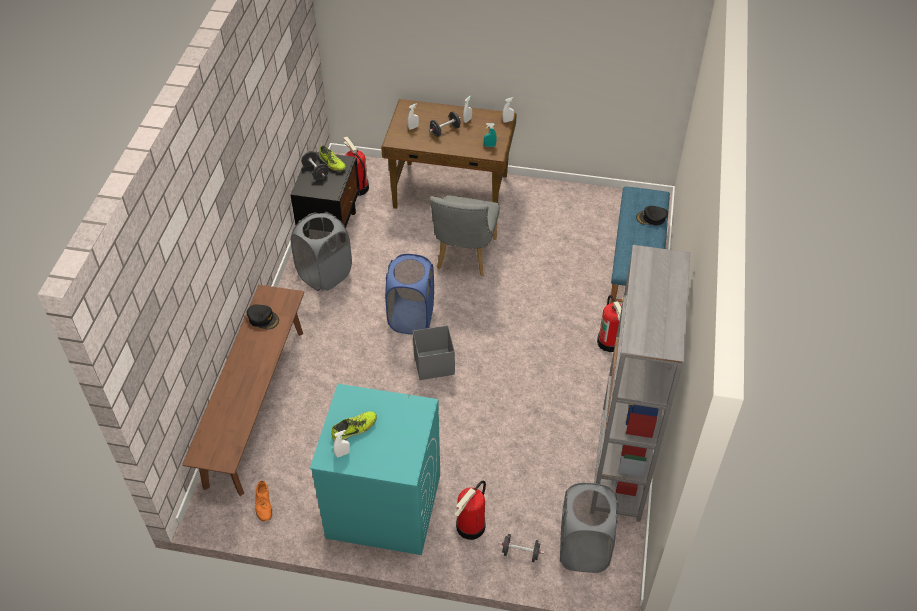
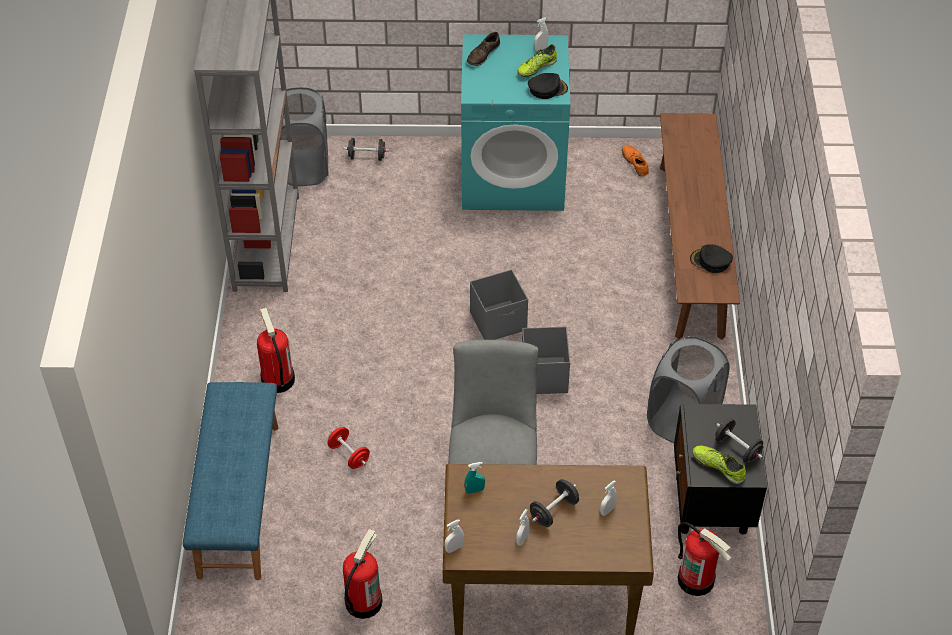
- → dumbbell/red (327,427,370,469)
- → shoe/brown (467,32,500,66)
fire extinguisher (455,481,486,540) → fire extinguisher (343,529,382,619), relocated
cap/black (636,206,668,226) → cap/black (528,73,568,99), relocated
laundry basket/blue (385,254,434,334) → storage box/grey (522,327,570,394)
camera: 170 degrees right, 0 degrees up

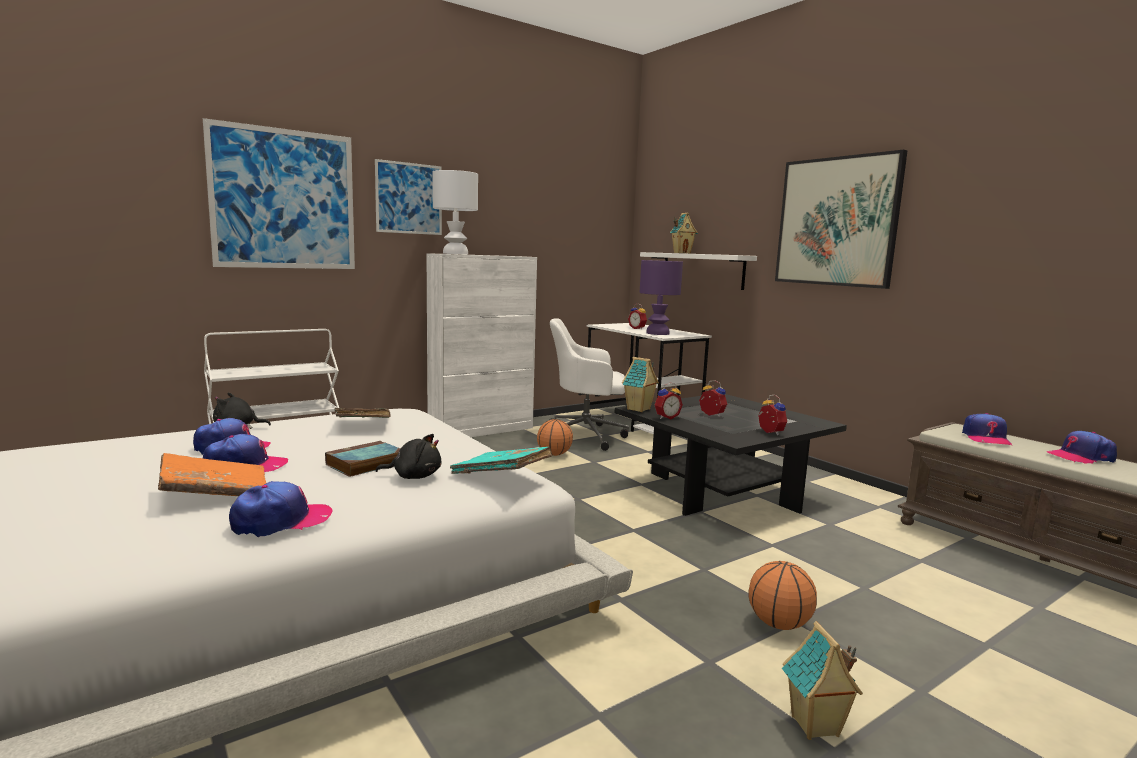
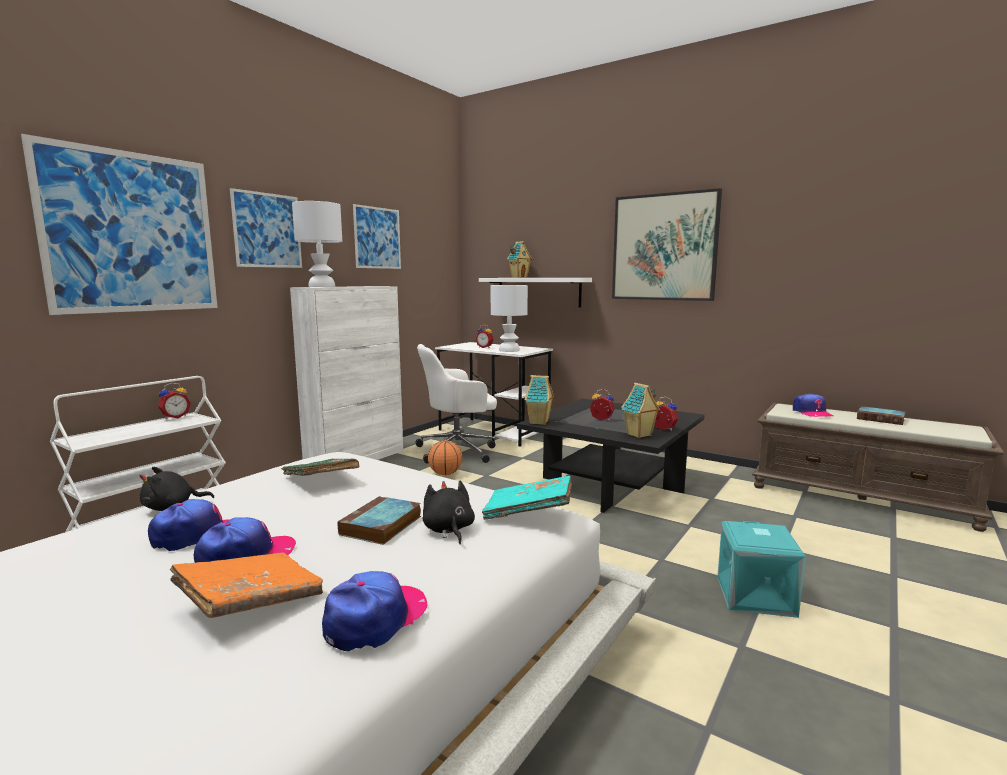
- → picture (353,204,401,269)
alarm clock (655,382,683,419) → alarm clock (158,383,191,419), relocated
toy house (782,621,863,740) → toy house (621,383,661,438), relocated
basketball (748,561,817,630) → storage box/turquoise (717,521,806,618)
cap (1046,431,1117,464) → book (857,406,906,425)
table lamp/purple (640,260,683,335) → table lamp/white (491,285,528,352)
plush toy/black (375,434,441,479) → plush toy/black (423,480,475,544), 90 degrees counterclockwise
camera: 20 degrees left, 0 degrees up

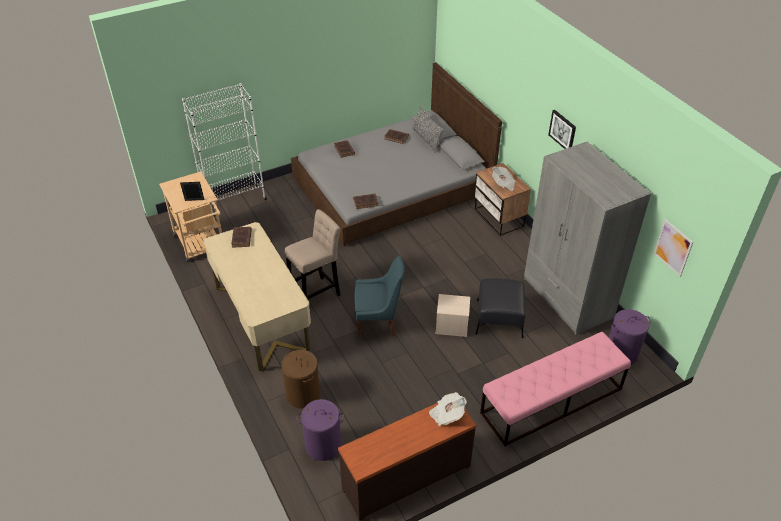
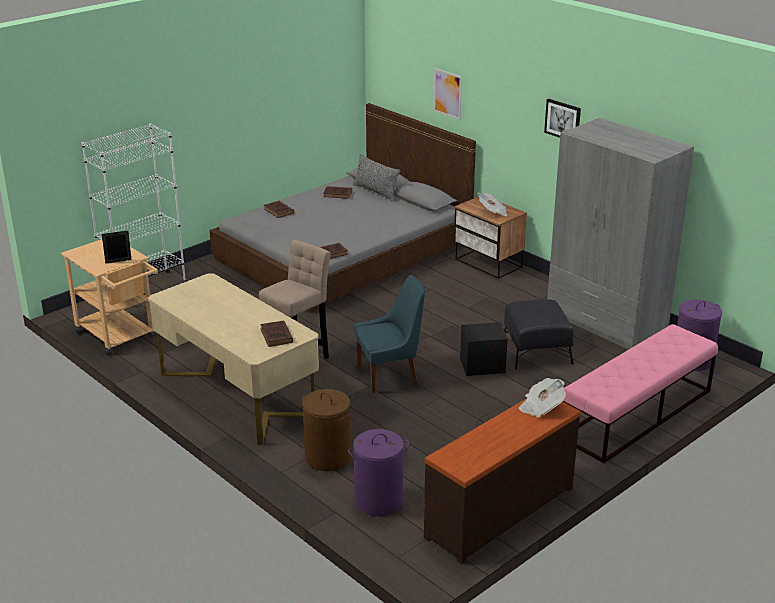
book/brown (231,227,252,247) → book/brown (260,320,293,347), relocated
picture (654,219,693,277) → picture (433,68,462,120), relocated
storage box/beige (436,294,470,337) → storage box/black (460,322,508,376)
camera: 15 degrees left, 15 degrees down

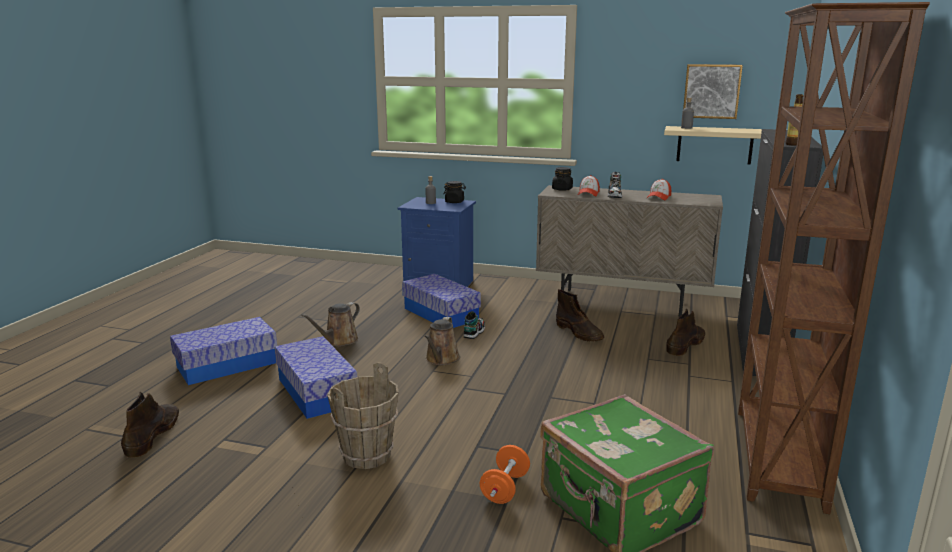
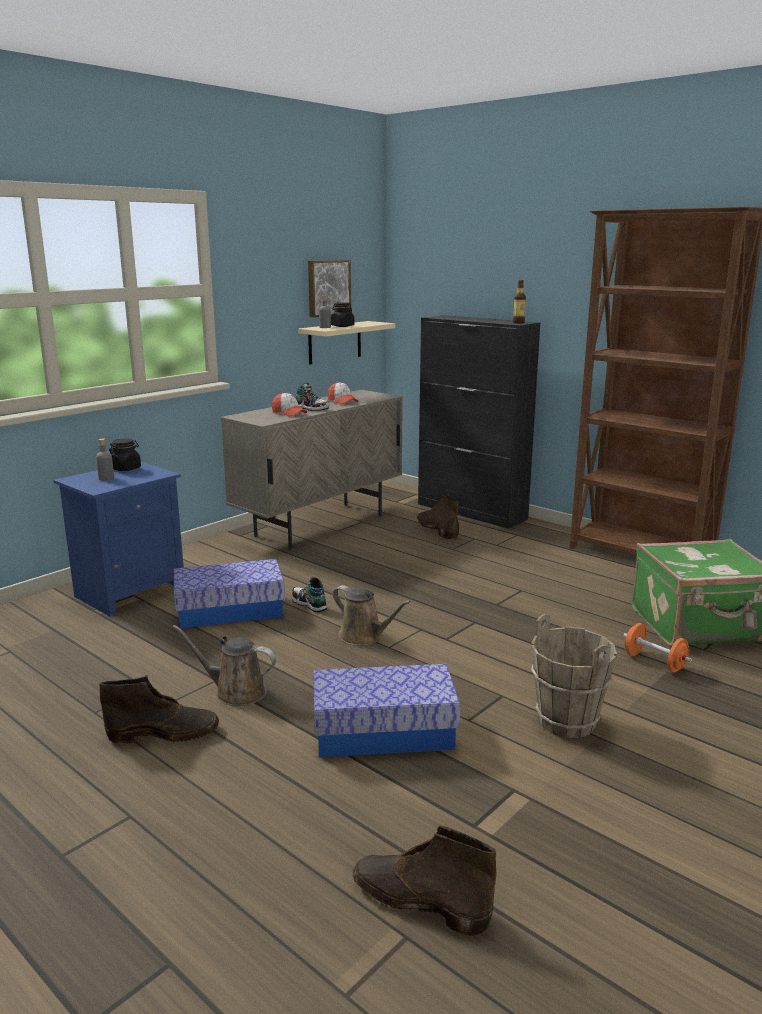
storage box (170,317,277,385) → -
jar/black (552,167,573,191) → jar/black (331,302,354,327), relocated
boot/brown (556,289,604,342) → boot/brown (99,675,219,744), relocated
watering can/brown (301,302,360,347) → watering can/brown (172,625,276,706), 135 degrees clockwise
camera: 65 degrees left, 0 degrees up

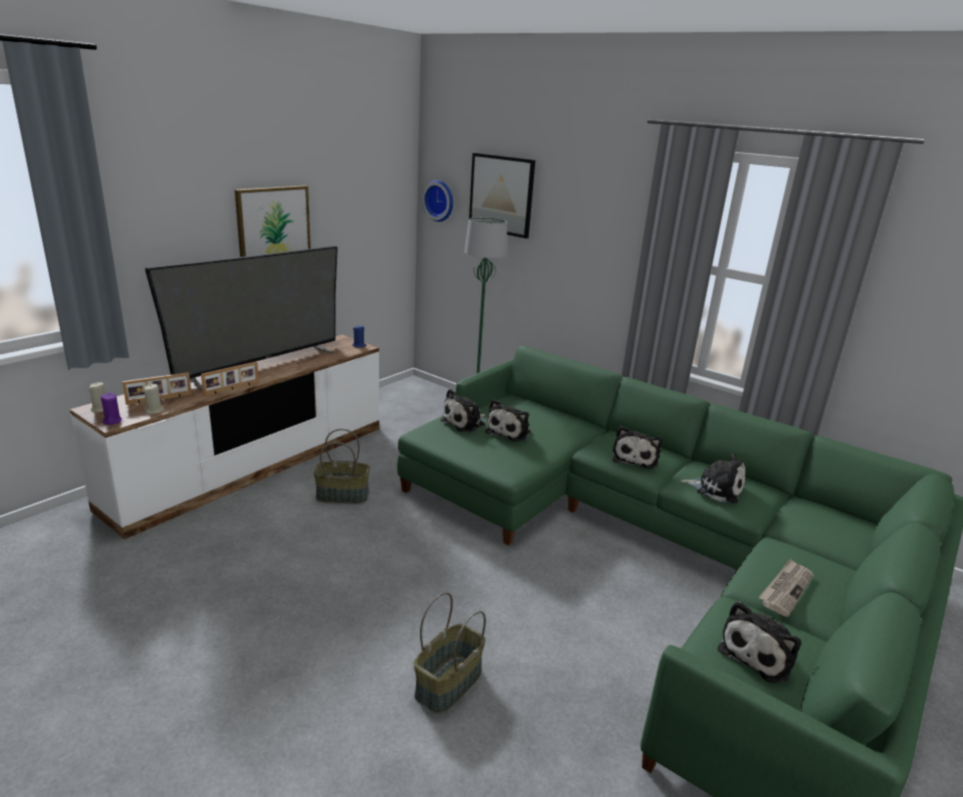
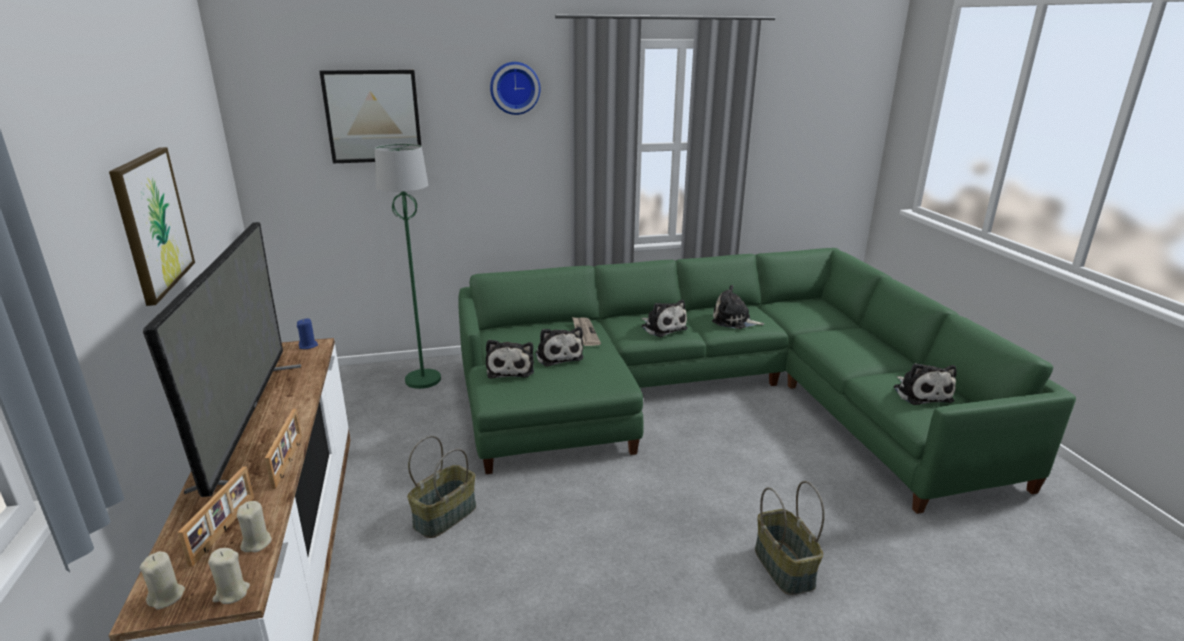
wall clock (422,180,453,222) → wall clock (490,62,540,115), relocated
newspaper (758,559,814,617) → newspaper (572,317,601,346), relocated
candle/purple (101,393,122,425) → candle/beige (208,548,250,604)
plush toy (680,453,745,504) → plush toy (712,285,764,329), 135 degrees counterclockwise
camera: 50 degrees left, 0 degrees up

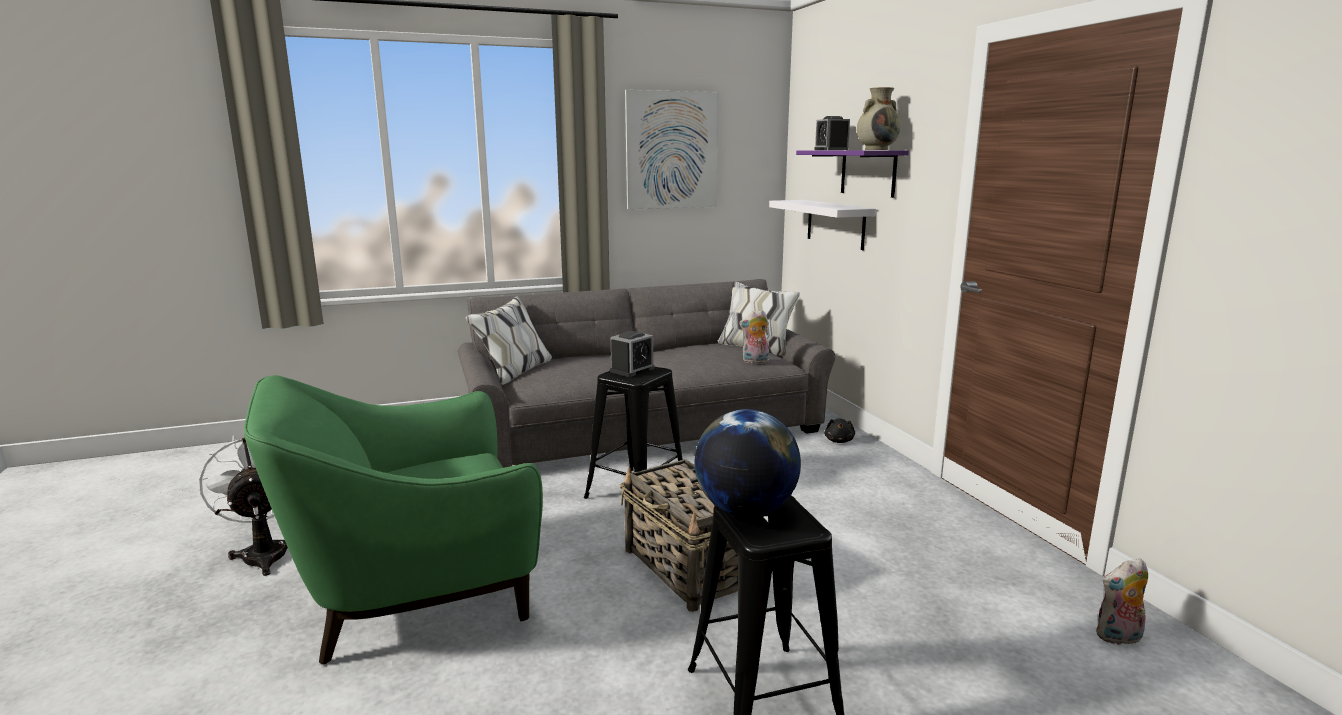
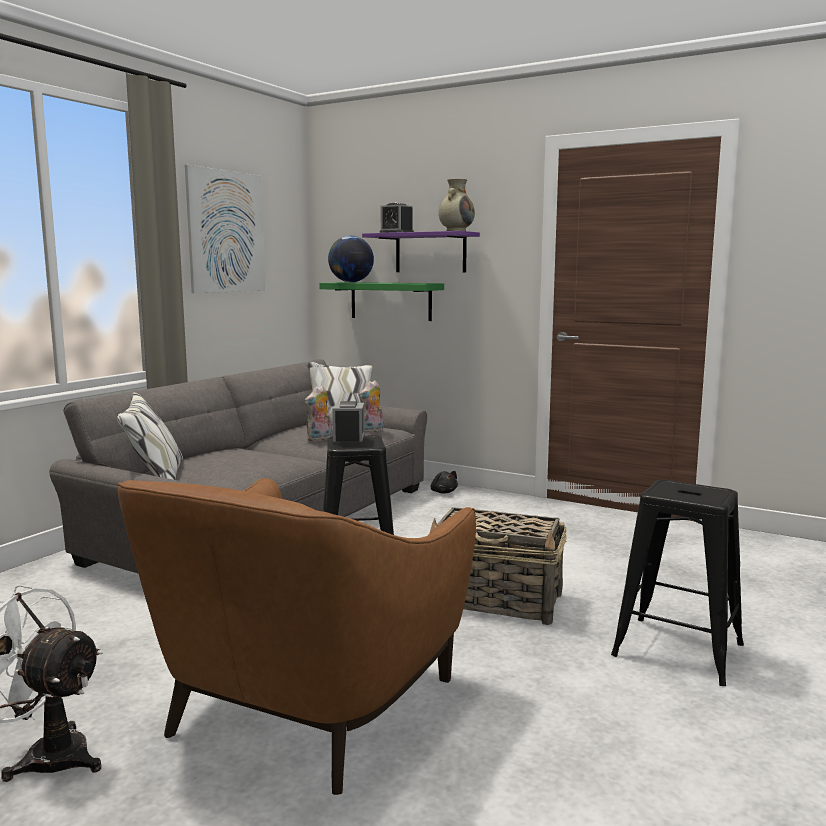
globe (695,409,801,517) → globe (328,236,374,282), relocated
plush toy (1096,558,1148,646) → plush toy (305,385,332,441), relocated
armchair/green (244,375,543,665) → armchair/brown (118,478,476,795)
shelf/white (769,200,876,250) → shelf/green (319,282,444,321)
camera: 40 degrees left, 5 degrees down

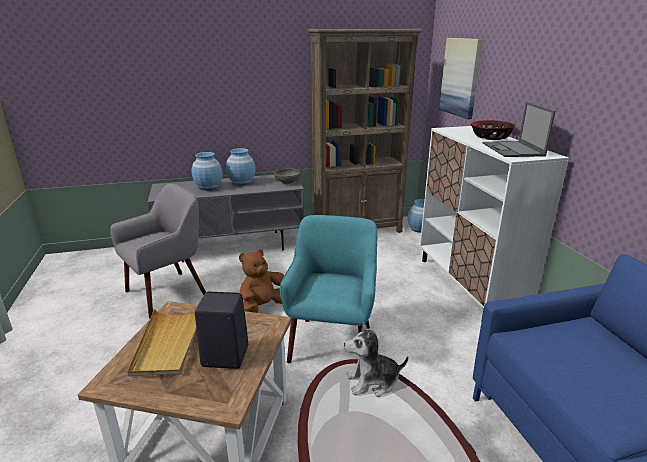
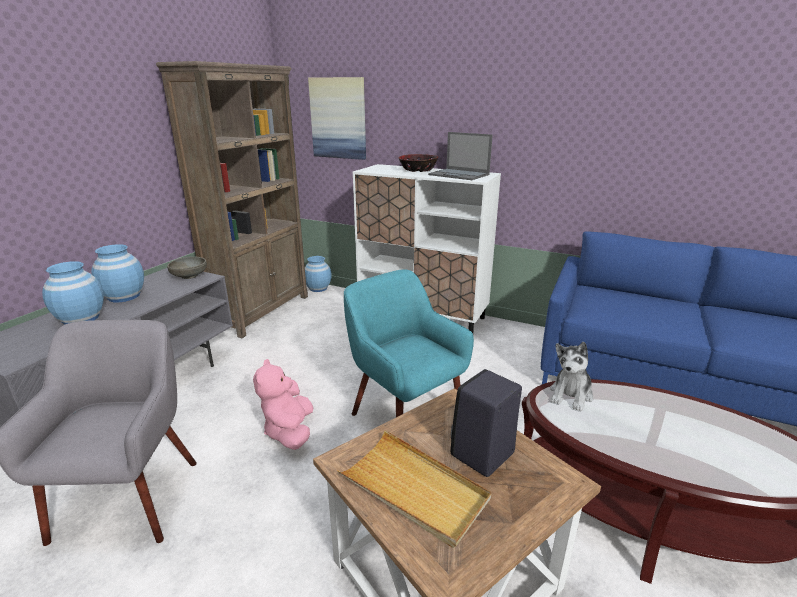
plush toy/brown (239,249,284,313) → plush toy/pink (253,359,313,450)
camera: 50 degrees left, 0 degrees up

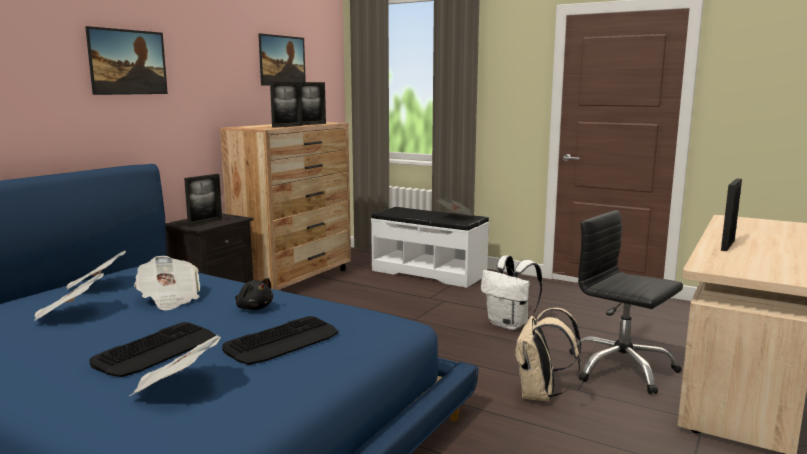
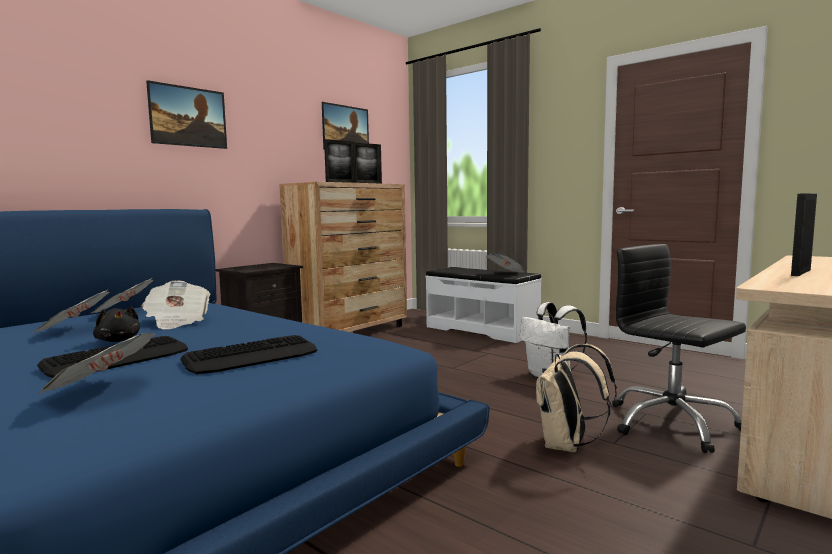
picture frame (184,174,222,227) → -
plush toy/black (235,278,273,310) → plush toy/black (93,306,140,342), relocated
camera: 10 degrees right, 5 degrees down

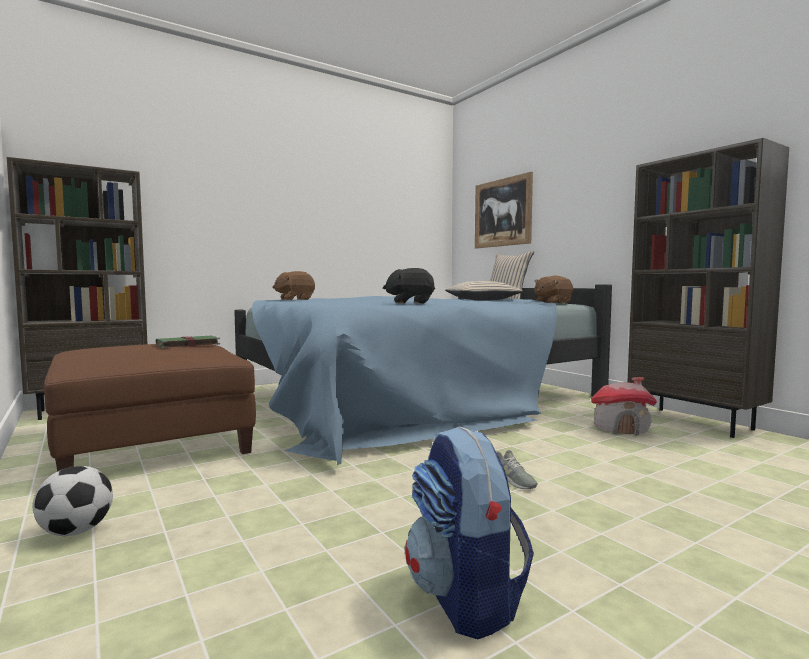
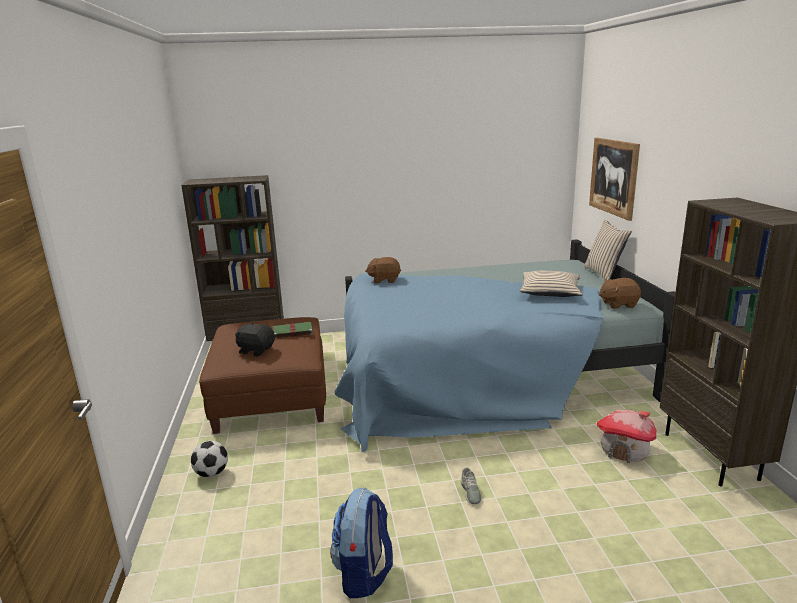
plush toy/black (383,268,435,304) → plush toy/black (235,323,275,356), relocated
camera: 25 degrees right, 15 degrees up

